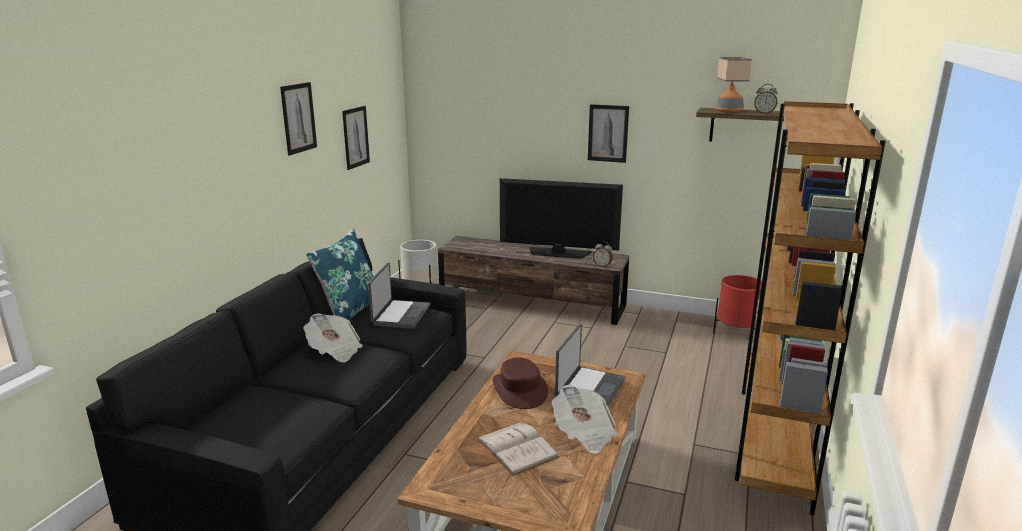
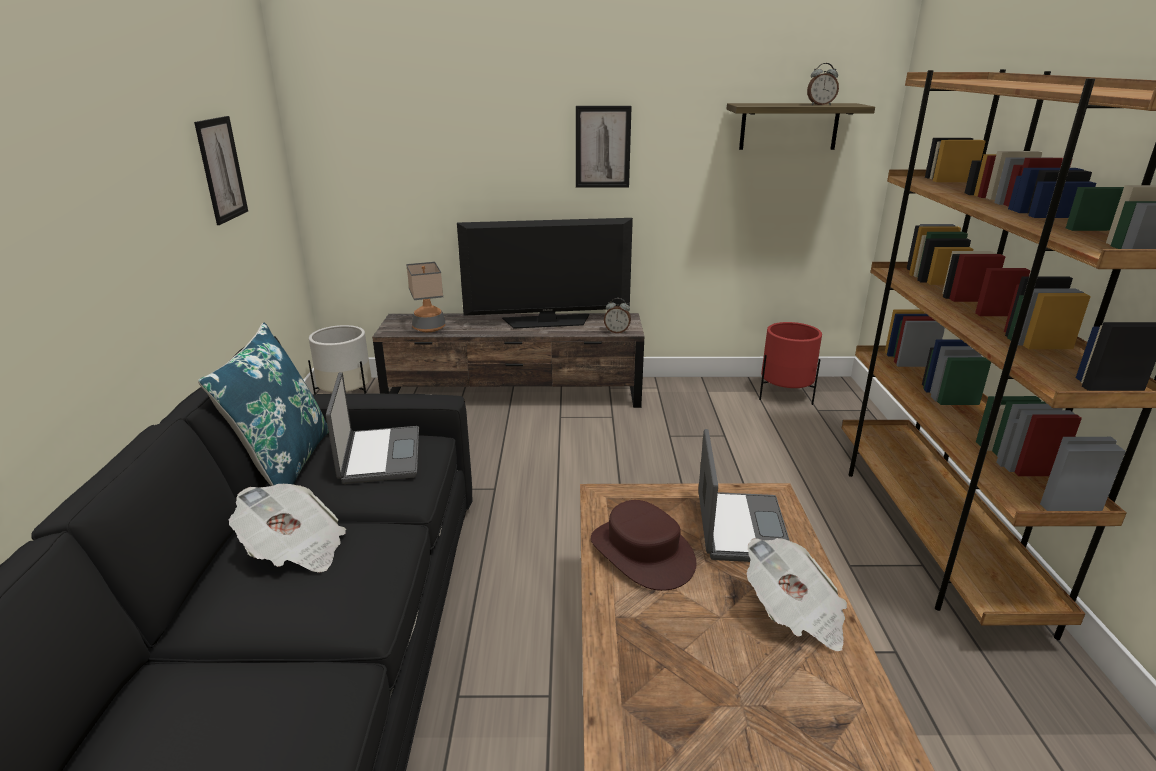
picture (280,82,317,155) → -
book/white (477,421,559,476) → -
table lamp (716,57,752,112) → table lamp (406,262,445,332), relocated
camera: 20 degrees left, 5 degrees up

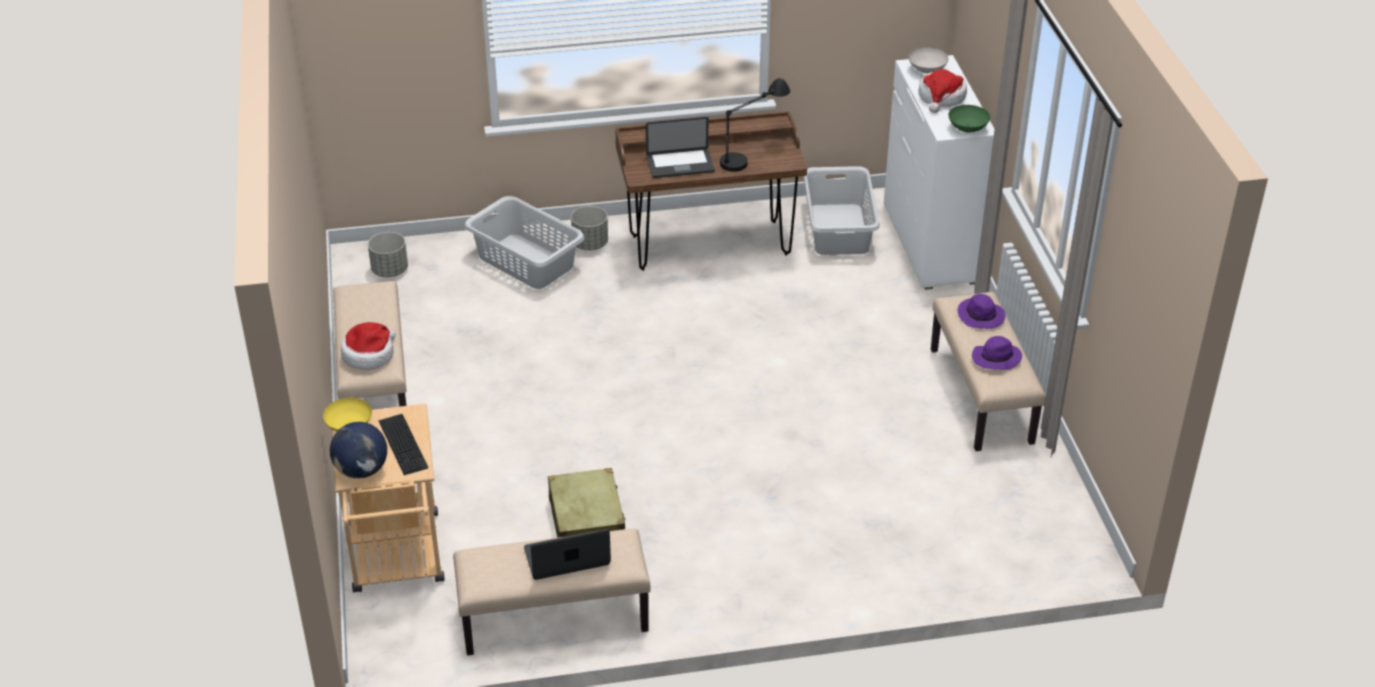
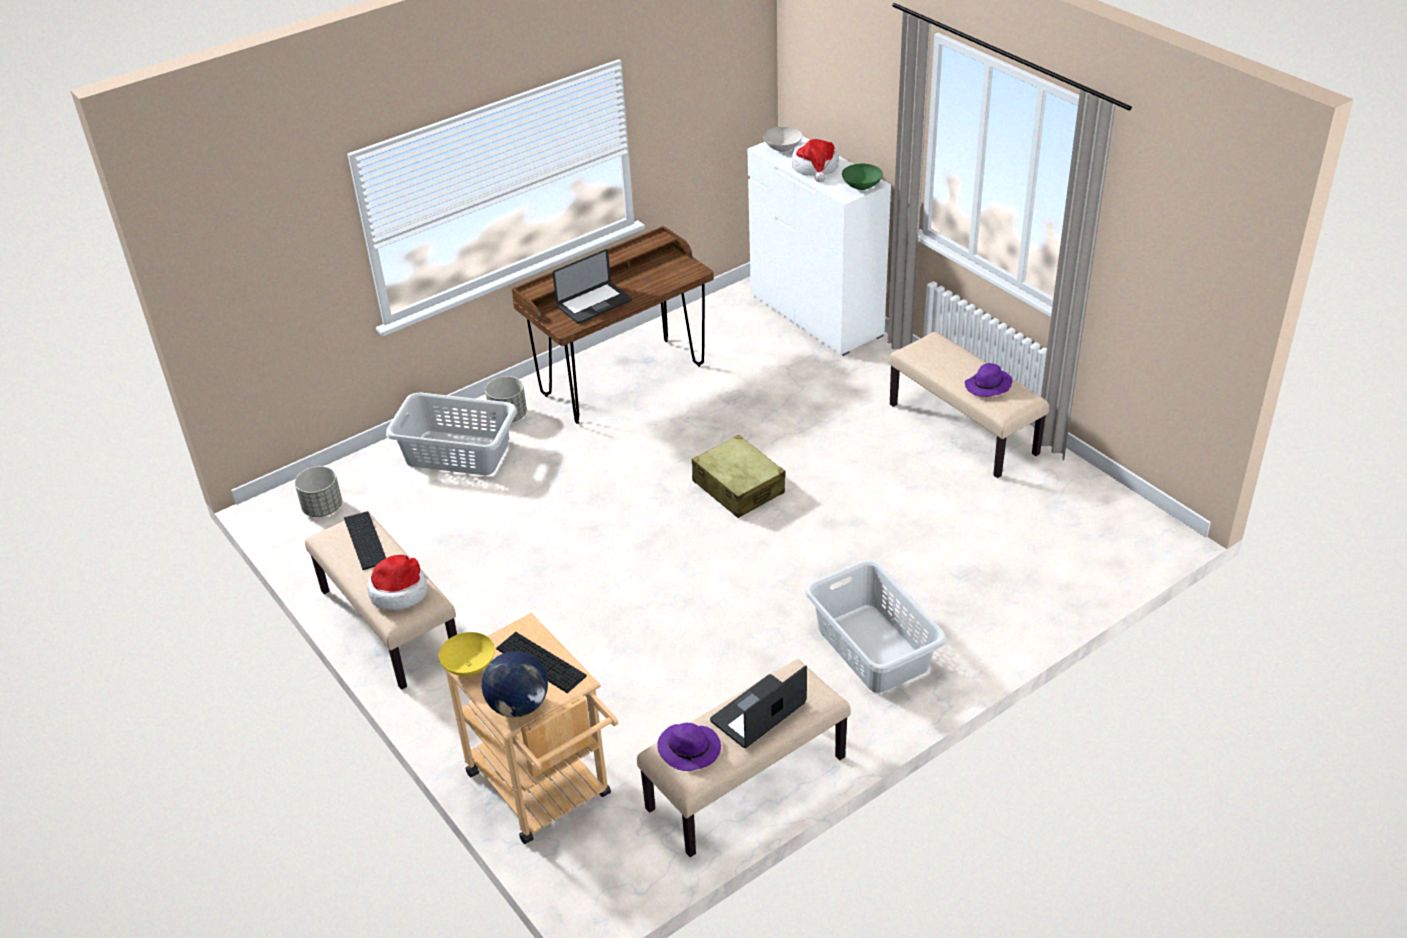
table lamp/black (720,78,790,172) → -
- → keyboard (344,511,386,570)
suitcase/beige (548,468,625,538) → suitcase/beige (692,435,786,518), relocated
laundry basket/grey (803,166,880,255) → laundry basket/grey (805,560,947,693), relocated
hat/purple (957,294,1005,329) → hat/purple (657,723,721,771), relocated
camera: 25 degrees left, 0 degrees up

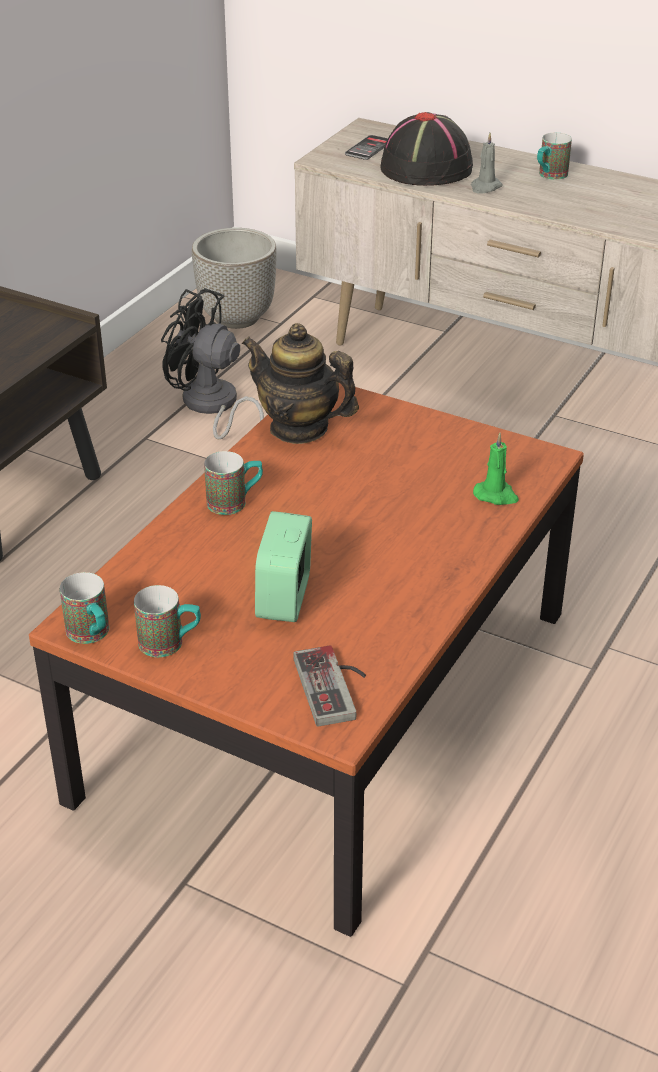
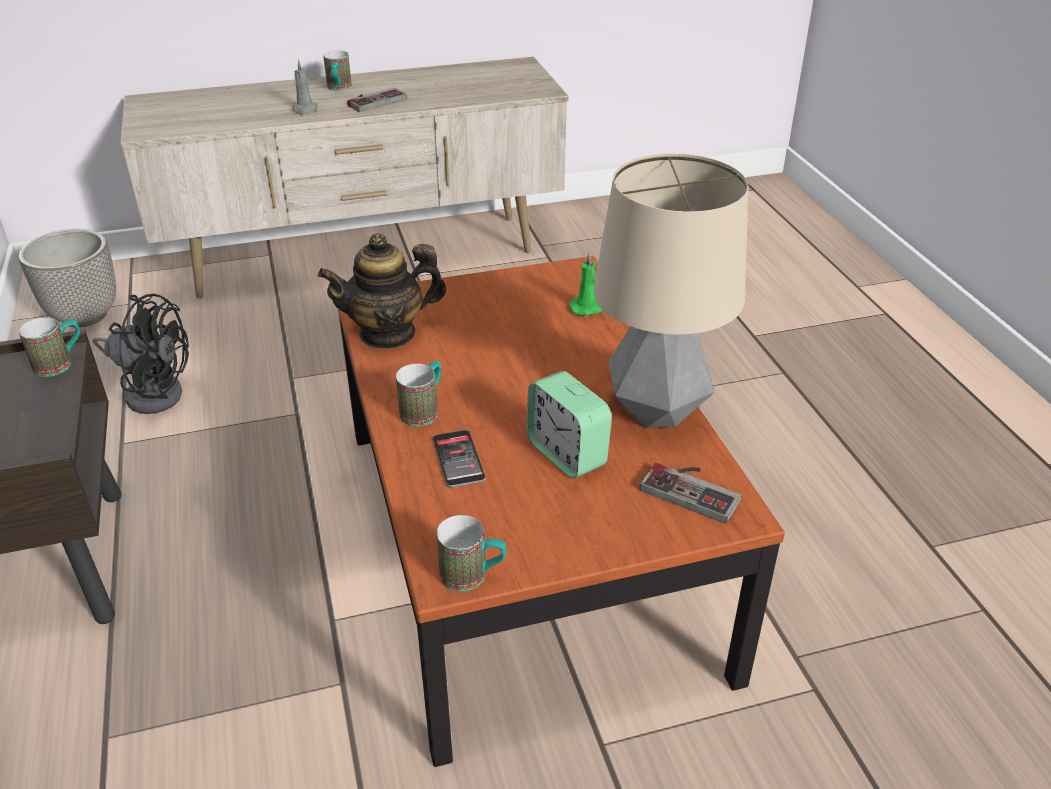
hat/black (380,112,473,186) → -
- → game controller (347,88,407,112)
- → table lamp (594,153,748,428)
mug (134,585,201,657) → mug (19,318,80,377), relocated
phone (345,135,388,160) → phone (433,430,486,488), relocated
fan/black (161,288,264,440) → fan/black (92,294,189,414), 150 degrees counterclockwise
camera: 45 degrees left, 0 degrees up

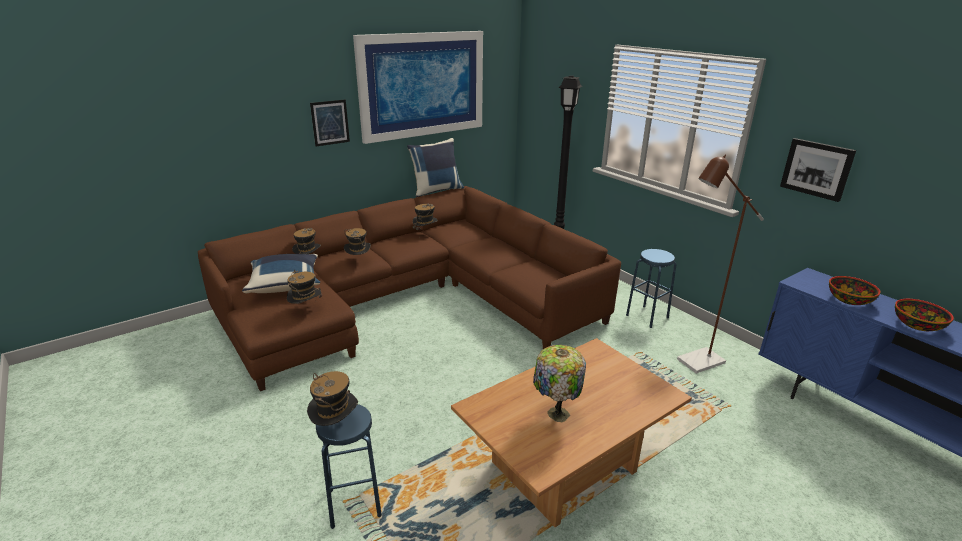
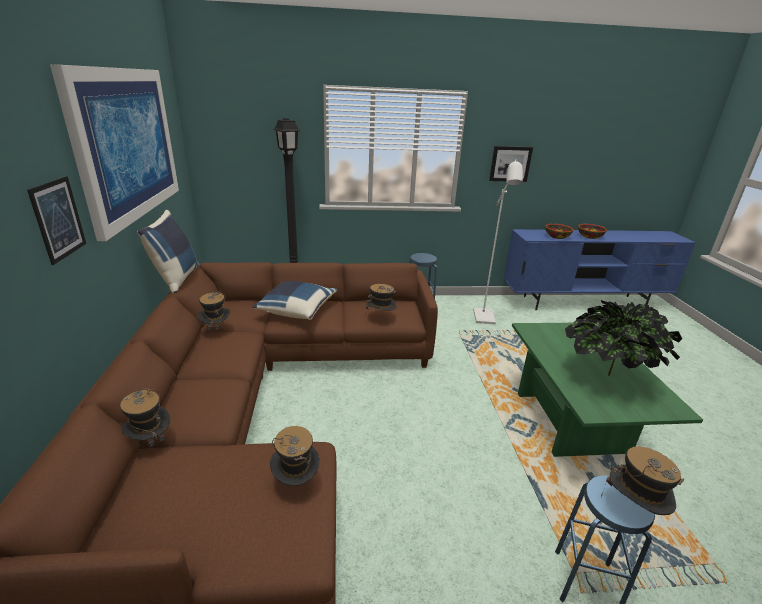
pillow/blue (242,254,320,293) → pillow/blue (252,281,337,320), relocated
hat (344,228,371,256) → hat (365,284,396,317), relocated
table lamp (533,345,586,423) → potted plant (565,300,682,376)
coffee table/brown (451,338,692,527) → coffee table/green (512,323,703,457)
floor lamp/brown (677,155,764,374) → floor lamp/white (473,159,523,325)
camera: 60 degrees left, 0 degrees up

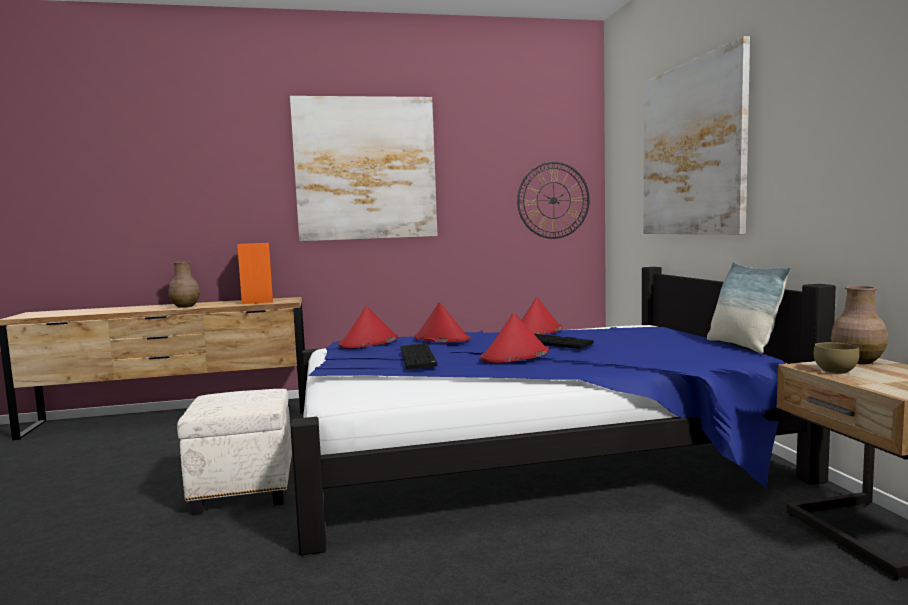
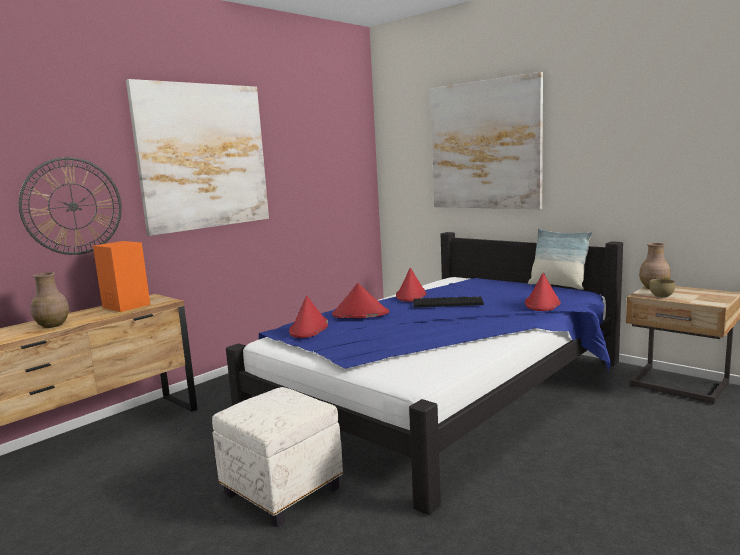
keyboard (400,343,437,369) → -
hat/red (481,313,549,363) → hat/red (525,273,561,311), relocated
wall clock (517,162,590,239) → wall clock (19,157,122,255), relocated
camera: 35 degrees left, 5 degrees up

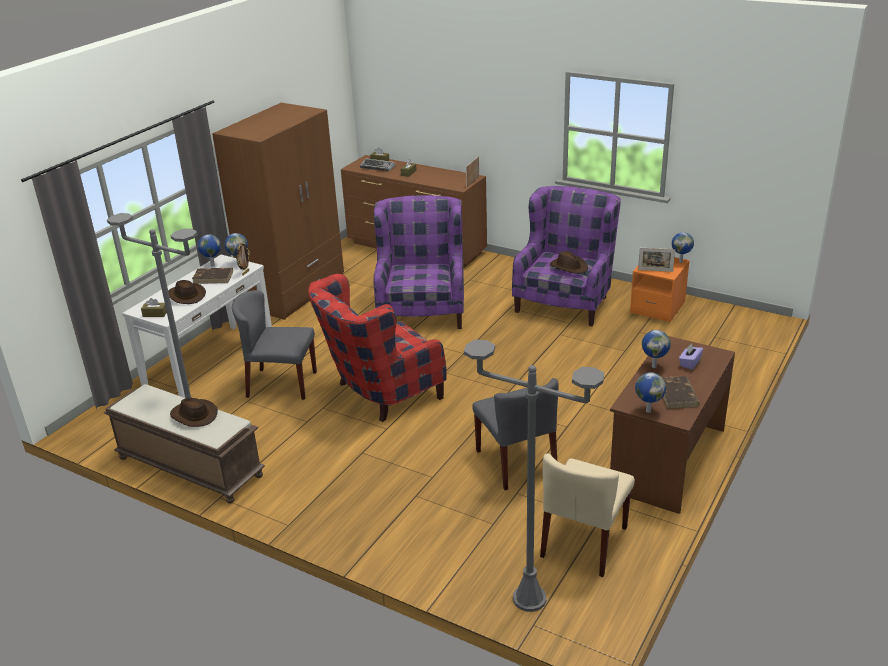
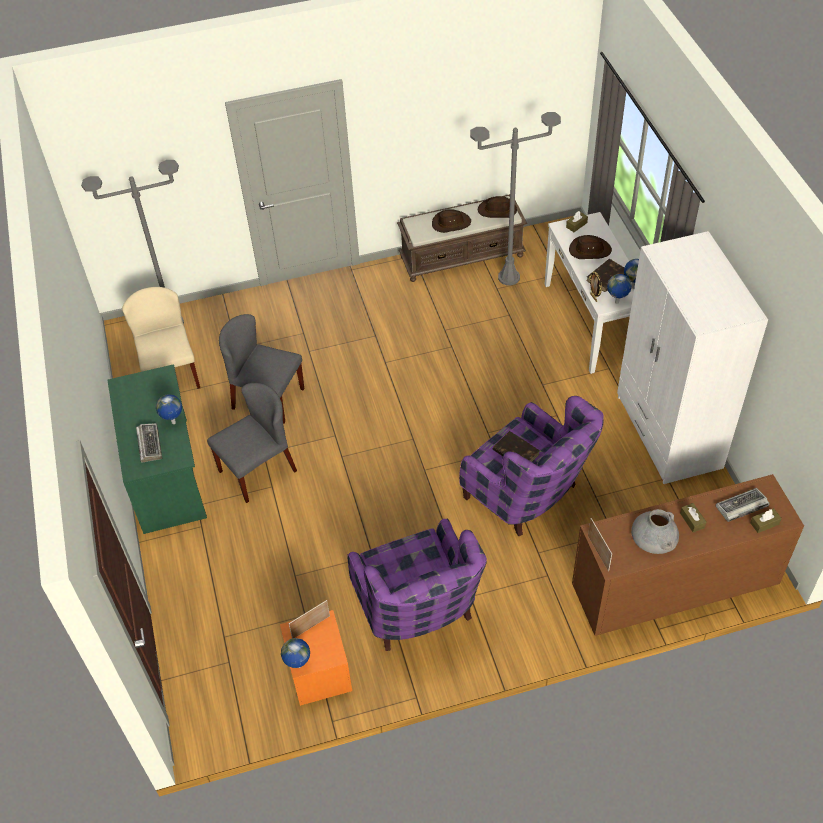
armchair/red (308,274,447,422) → -
globe (635,372,666,413) → -
- → vase/grey (631,509,679,554)
chair/grey (232,290,317,400) → chair/grey (207,383,297,503), relocated
hat/brown (550,251,588,274) → hat/brown (478,196,517,218), relocated
book/brown (662,376,700,409) → book/brown (493,431,540,462), relocated
tissue box/purple (679,343,703,370) → keyboard (136,423,162,462)
wardrobe/brown (212,103,344,320) → wardrobe/white (617,231,768,484)
desk/brown (610,336,735,514) → desk/green (107,364,207,534)
camera: 135 degrees right, 20 degrees up

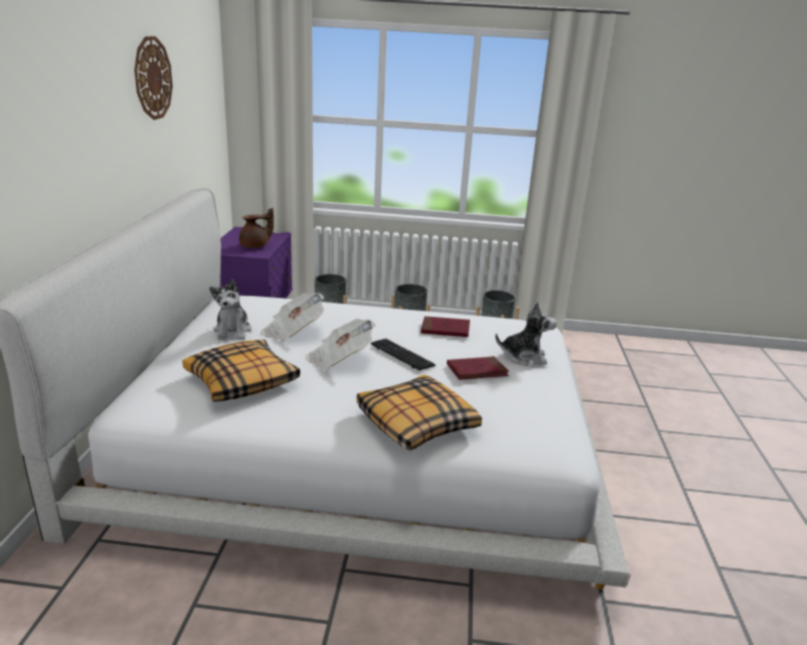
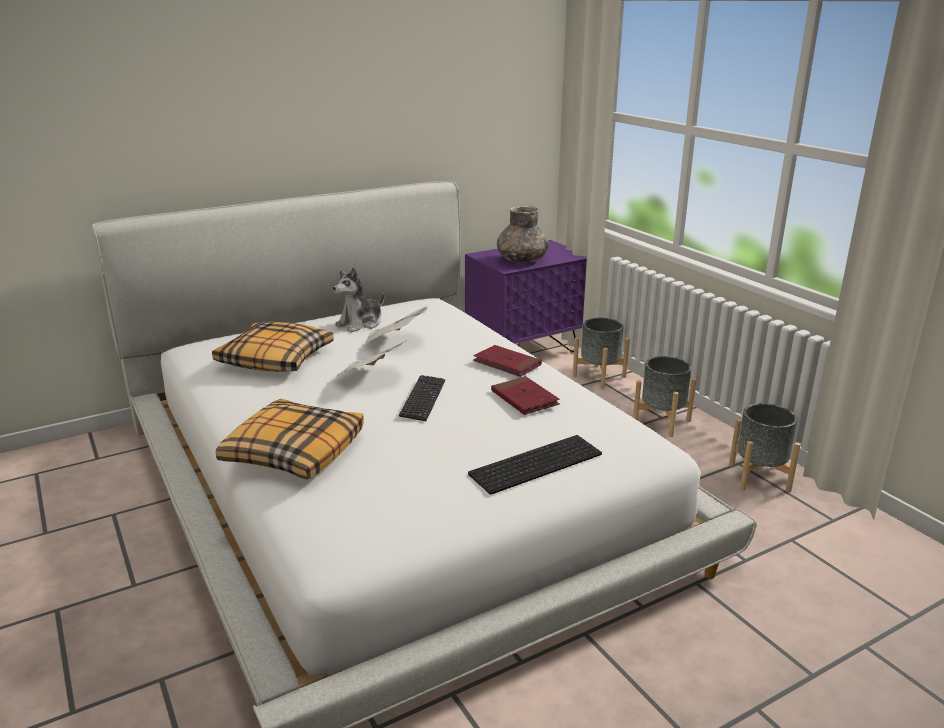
wall clock (134,36,173,120) → -
book/red (447,356,509,380) → book/red (473,345,542,377), relocated
teapot/brown (239,208,274,248) → vase/grey (497,206,549,263)
plush toy (495,302,557,366) → keyboard (468,435,602,495)
camera: 55 degrees right, 0 degrees up

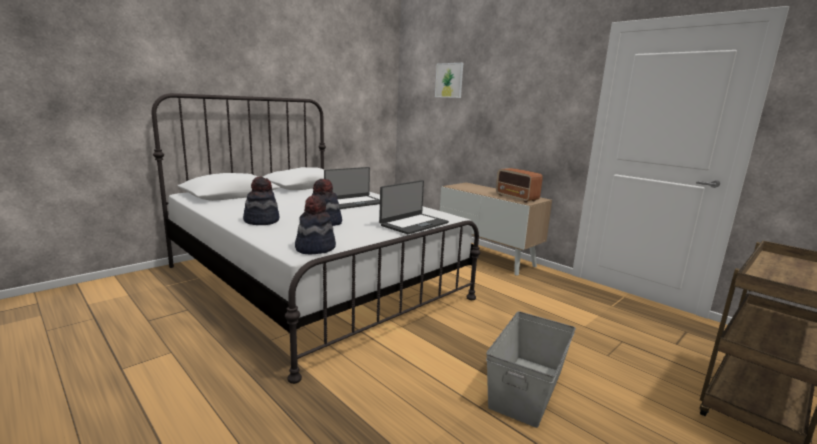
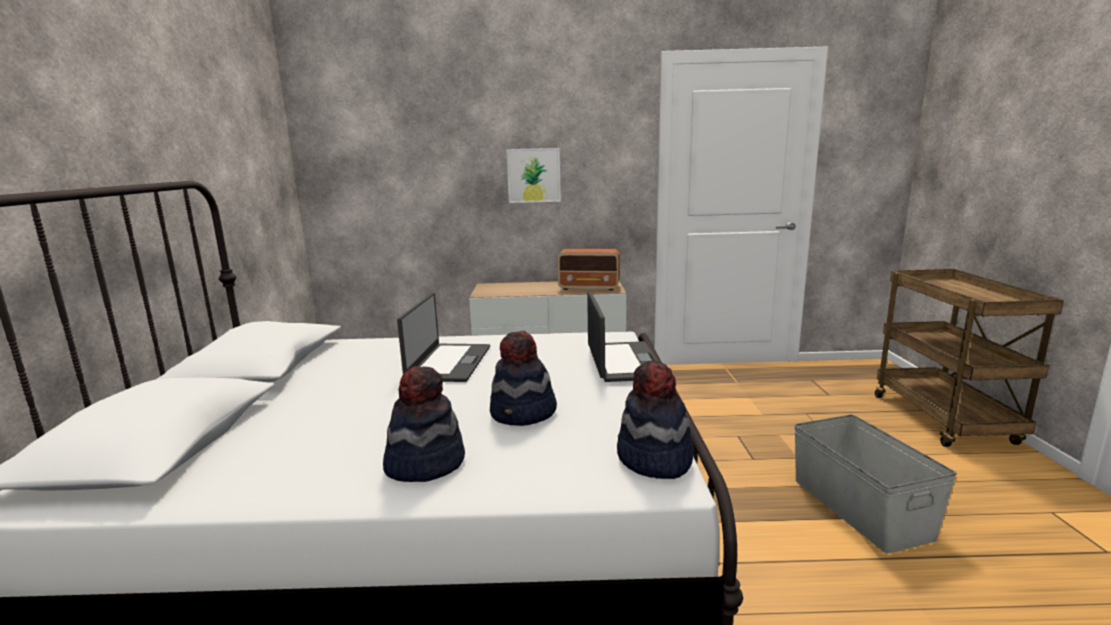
picture (435,63,463,98) → picture (506,148,561,203), relocated
camera: 45 degrees left, 0 degrees up

